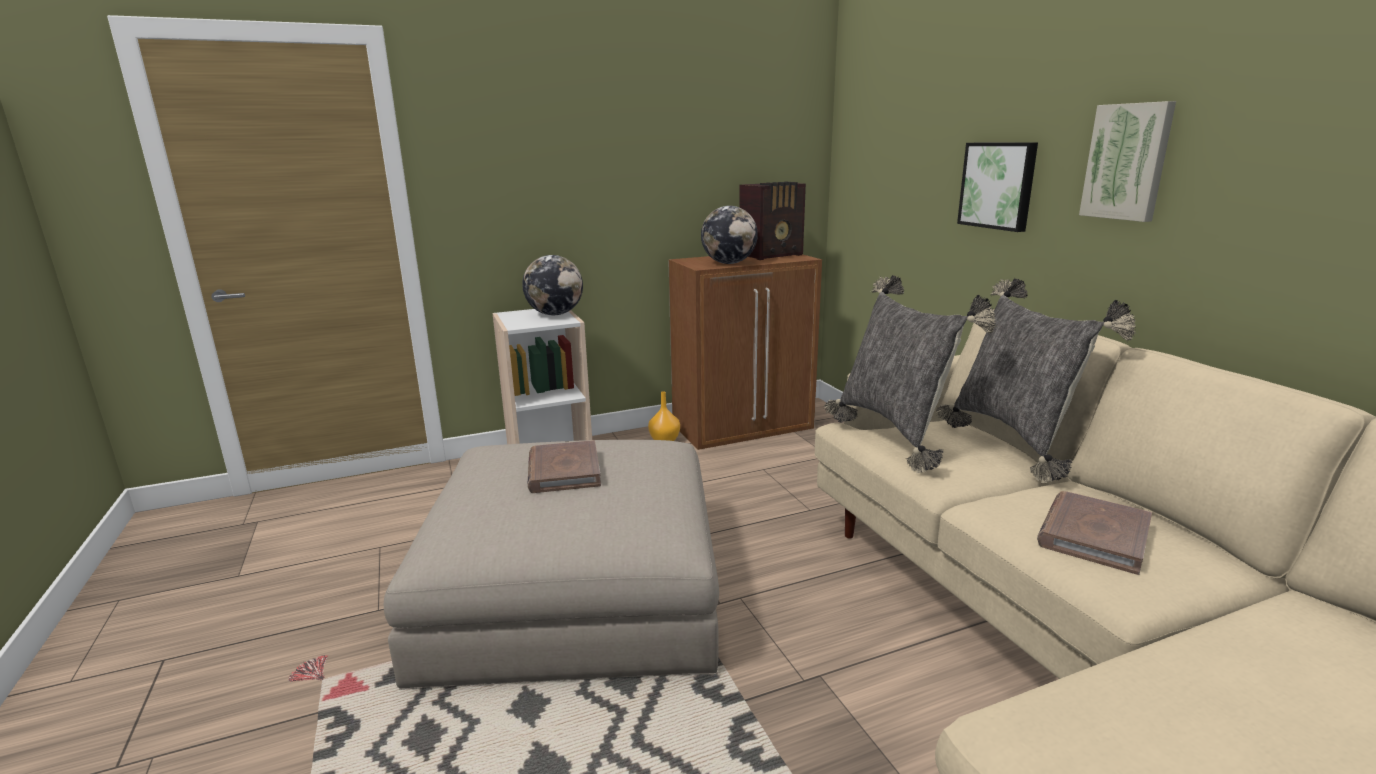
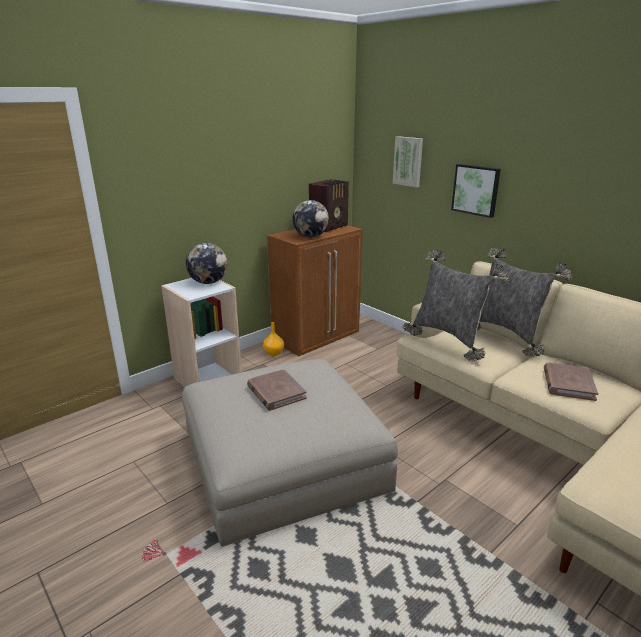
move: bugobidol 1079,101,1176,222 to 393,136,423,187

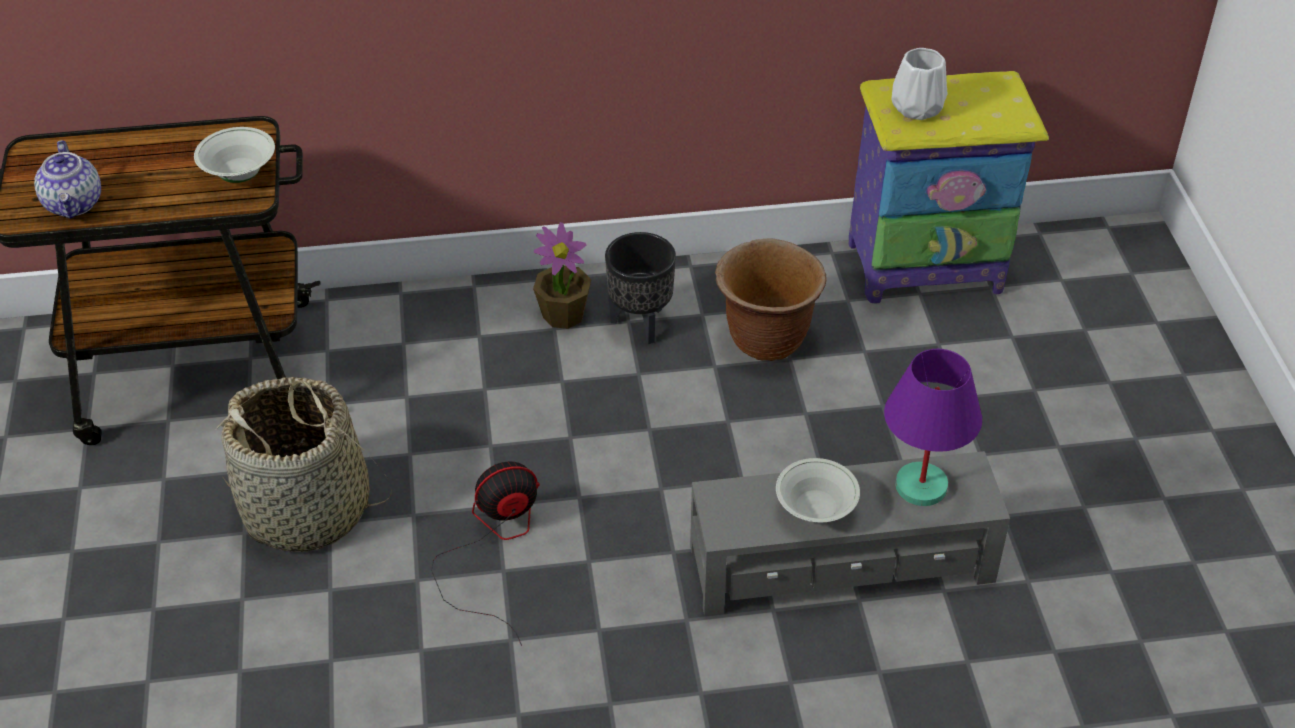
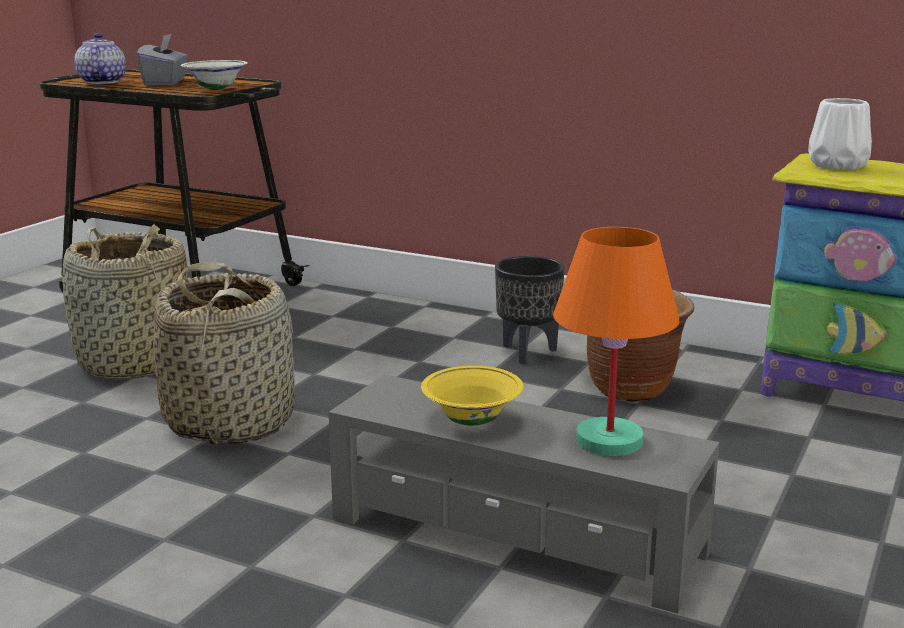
delete: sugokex 533,222,591,329
insert: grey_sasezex 137,33,188,85
replace: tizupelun 431,462,540,646 to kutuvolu 153,261,295,445
recolor: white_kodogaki 776,458,860,523 to yellow_kodogaki 421,365,523,425; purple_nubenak 884,349,982,506 to orange_nubenak 553,227,679,456
rotate: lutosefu 34,140,101,219 = 74,33,126,84 150 degrees clockwise

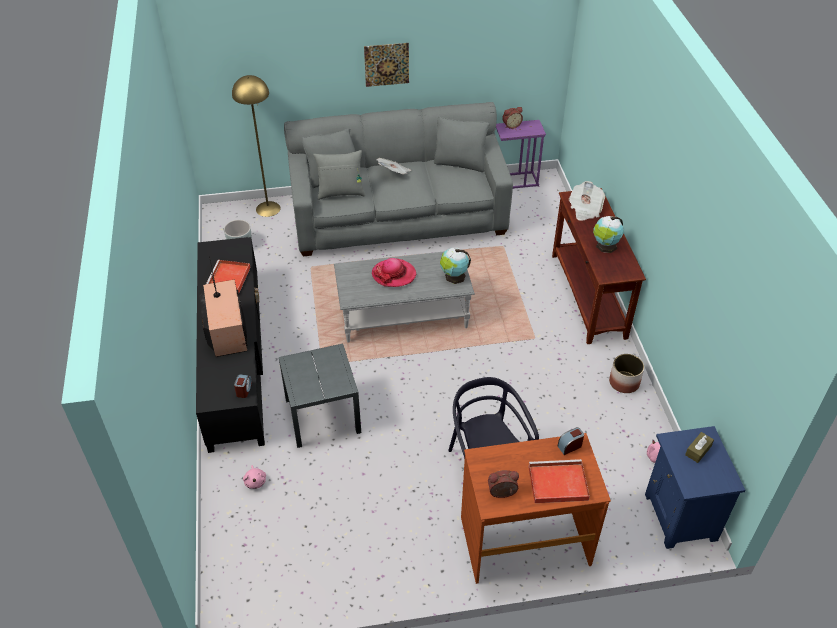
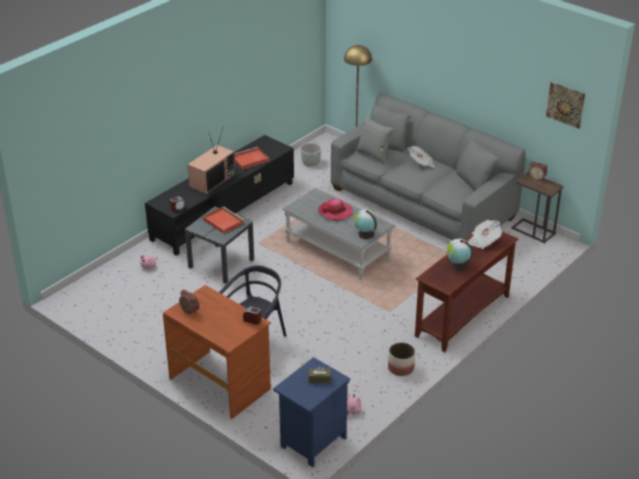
move: bugobidol 364,43,409,87 to 546,82,585,129; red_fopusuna 528,459,590,503 to 203,206,244,234
recolor: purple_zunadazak 496,120,546,189 to brown_zunadazak 511,172,564,243

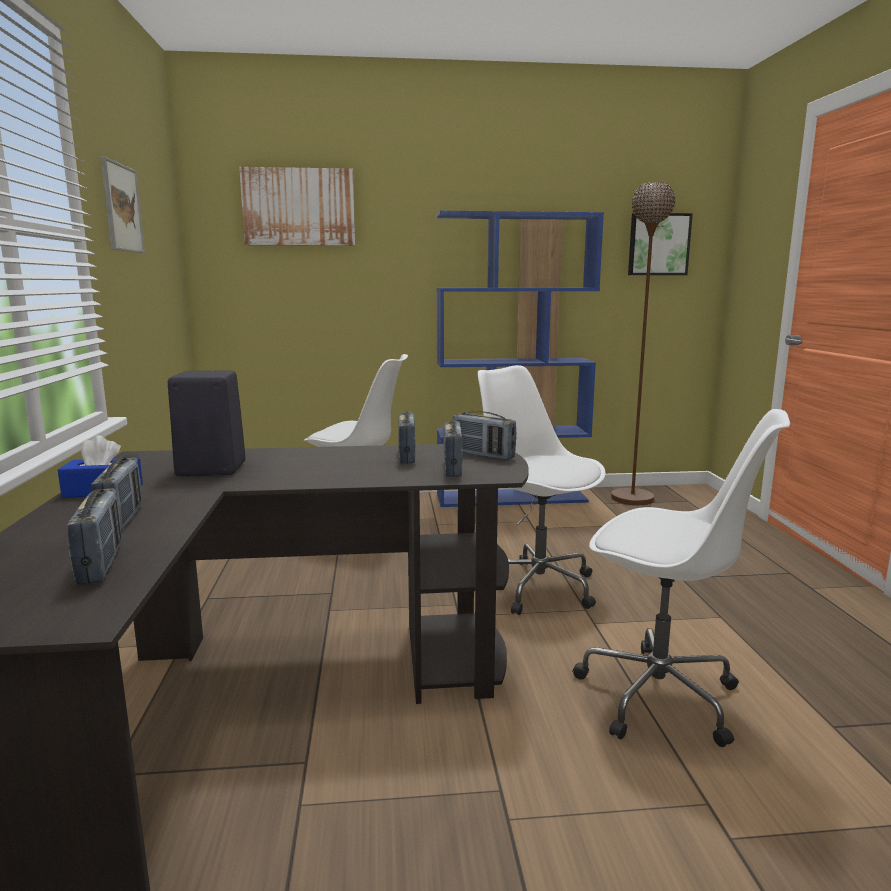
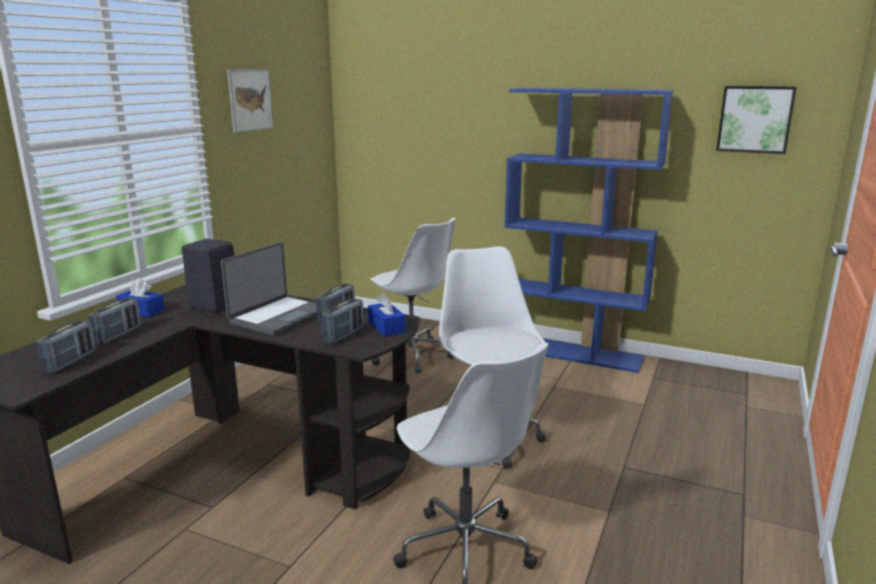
delete: bugobidol 239,167,355,246; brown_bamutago 611,182,675,505
insert: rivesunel 221,242,317,336
replace: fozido 453,411,516,460 to blue_sasezex 368,293,406,337

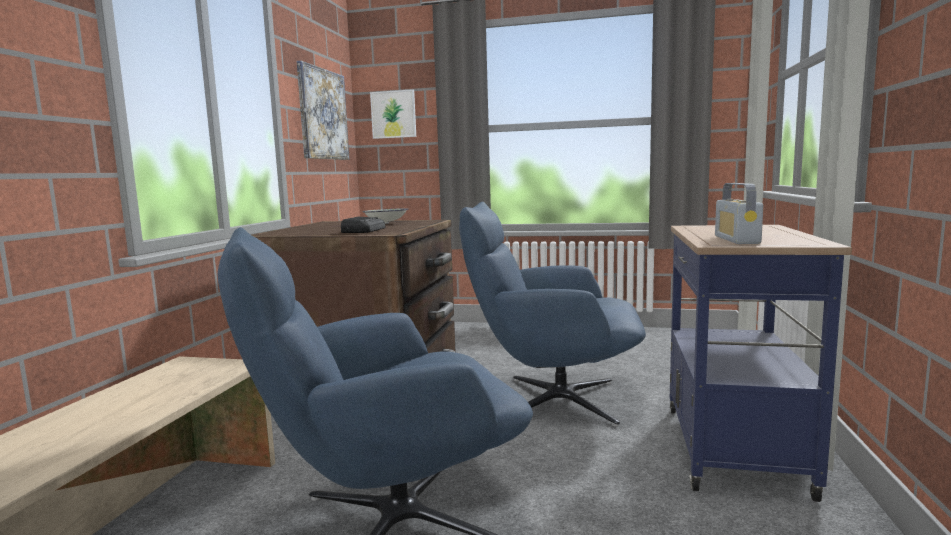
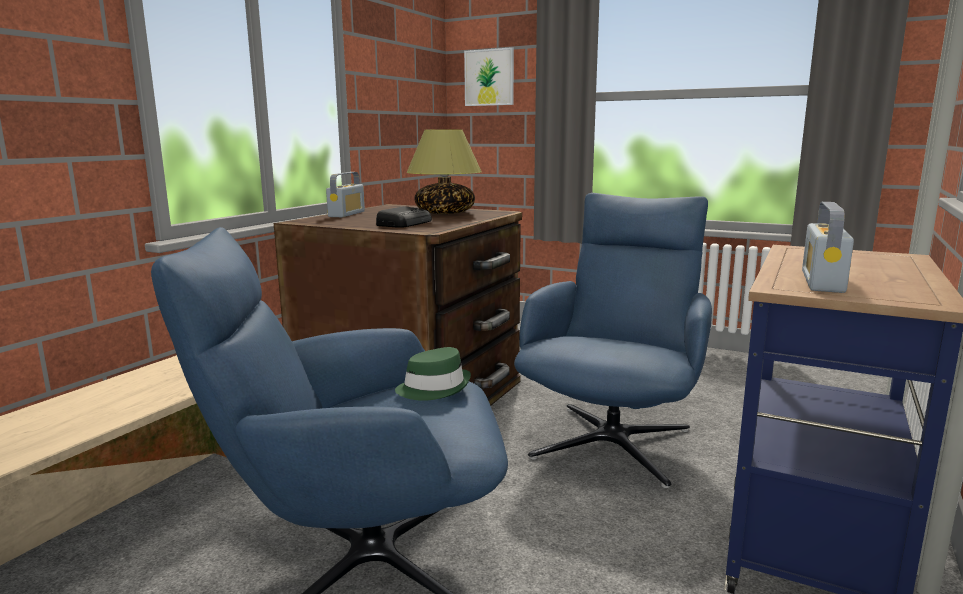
delete: bugobidol 297,61,349,160
insert: fozido 326,172,365,217; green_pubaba 395,347,471,401
replace: kodogaki 362,208,408,224 to nubenak 406,129,482,214
rotate: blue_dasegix 459,202,646,426 = 514,193,712,488 90 degrees clockwise

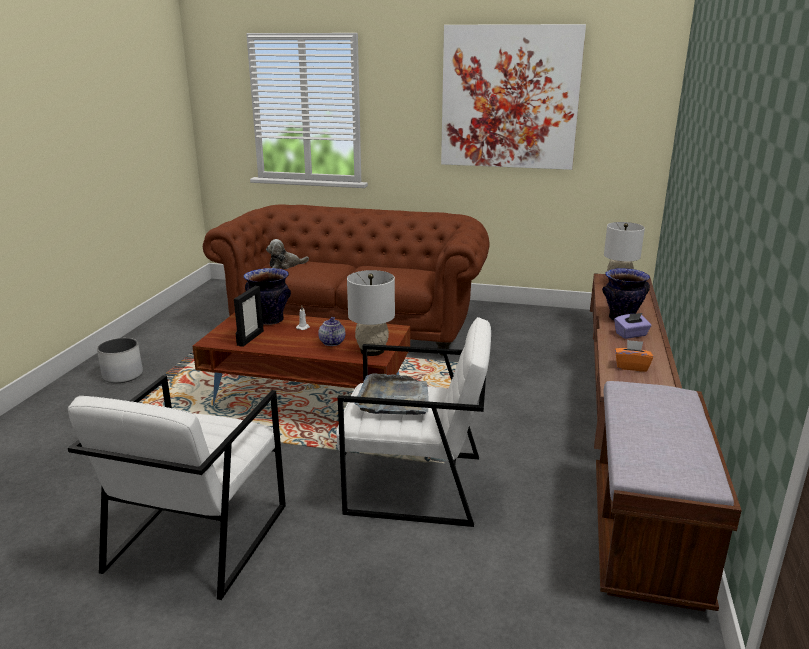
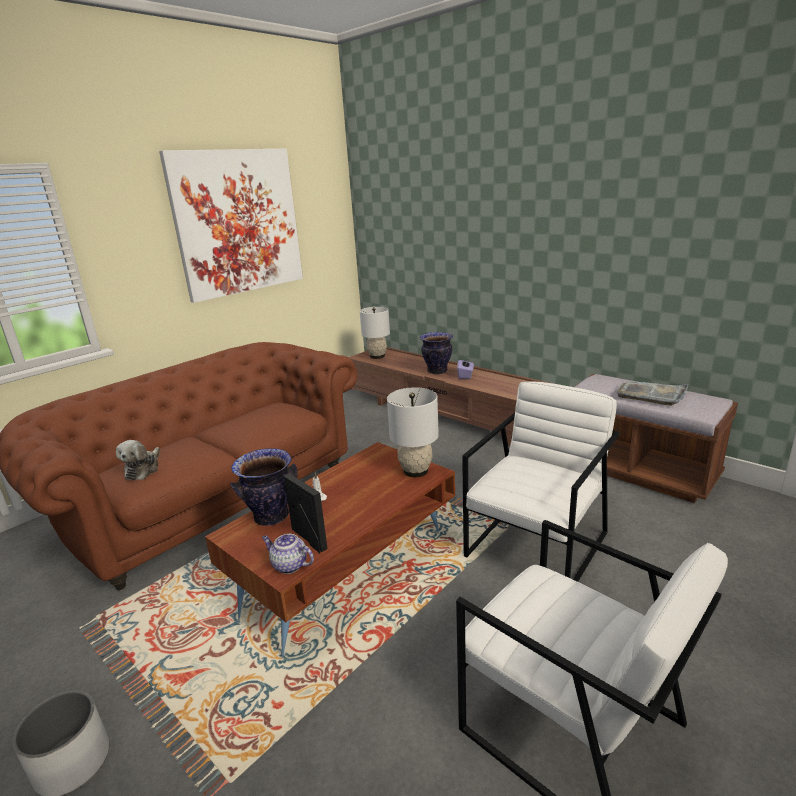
delete: orange_sasezex 615,340,653,372
move: lutosefu 318,317,345,346 to 262,534,314,574; grey_fopusuna 354,373,429,415 to 615,381,689,406

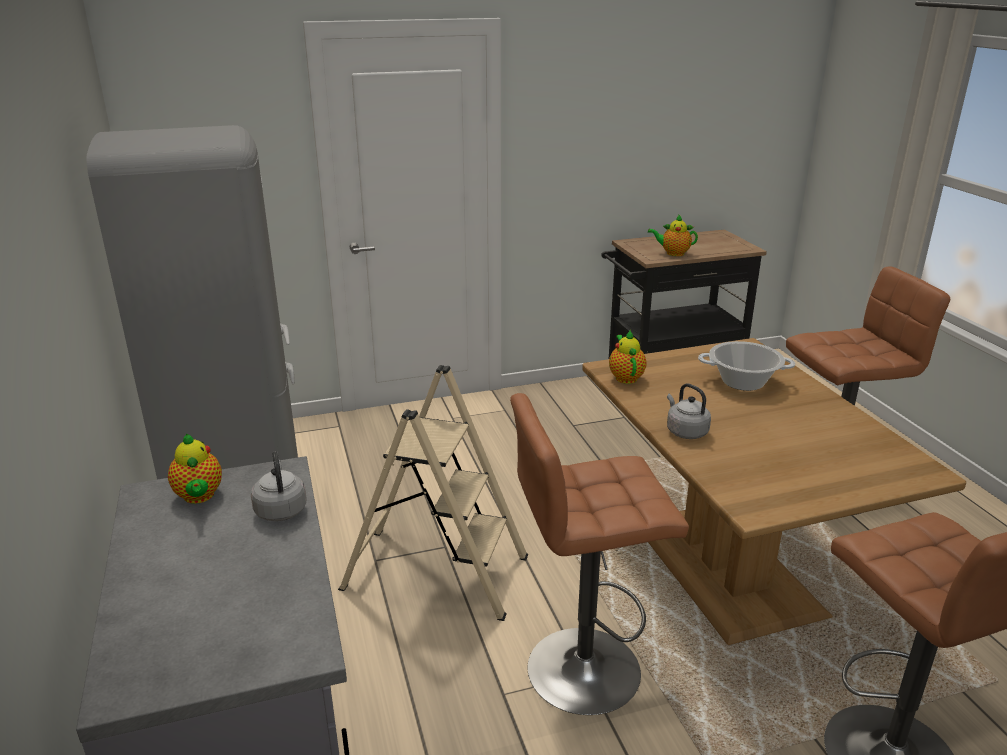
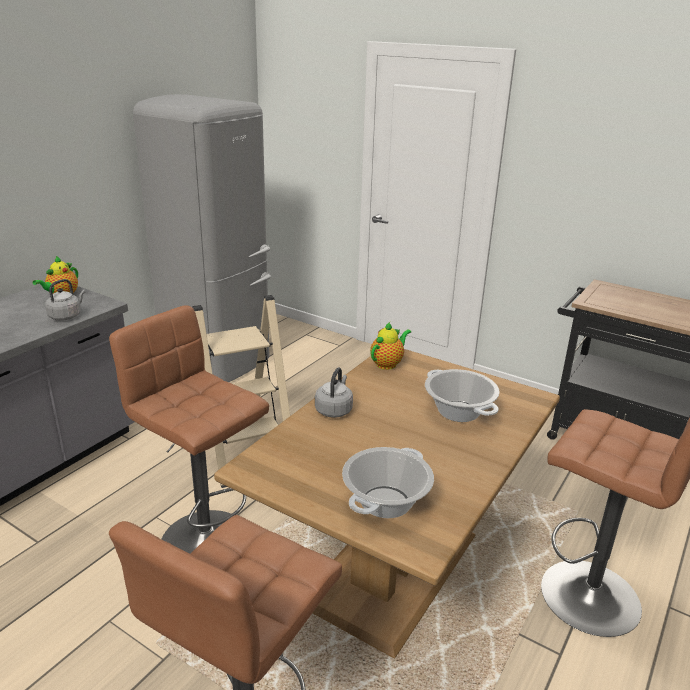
delete: lutosefu 648,214,698,256
insert: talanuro 342,447,434,518

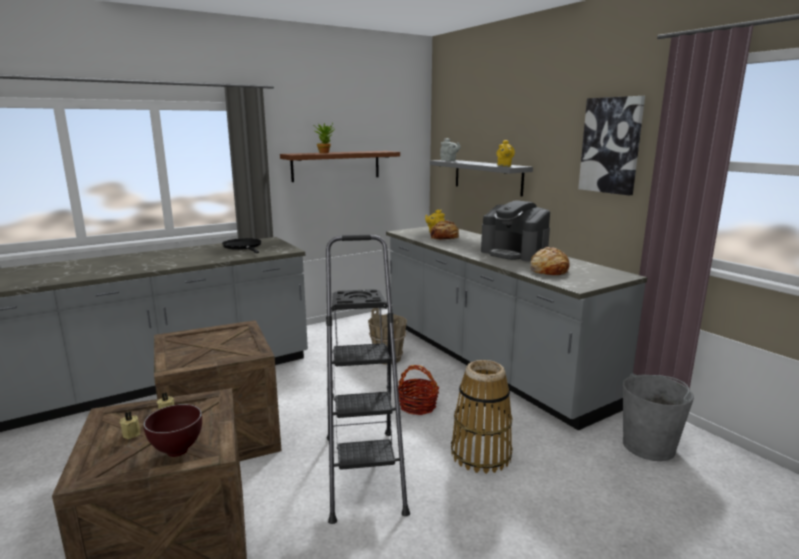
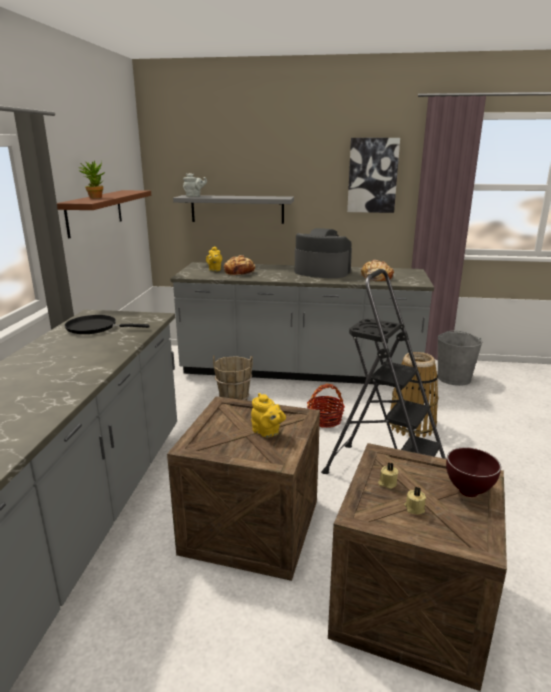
move: yellow_lutosefu 496,140,515,167 to 251,393,286,438
rotate: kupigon 481,201,550,262 = 295,228,352,278 150 degrees counterclockwise

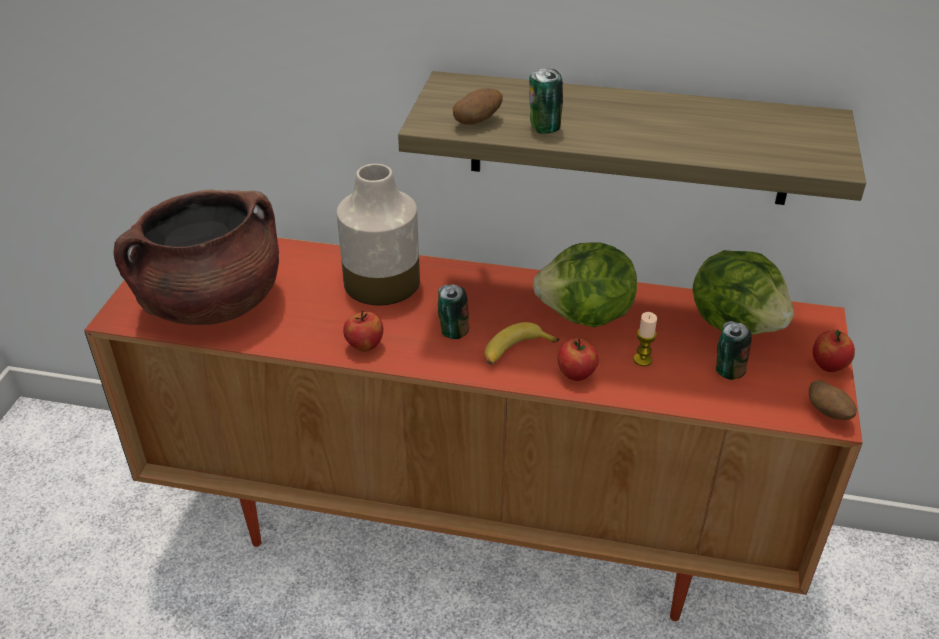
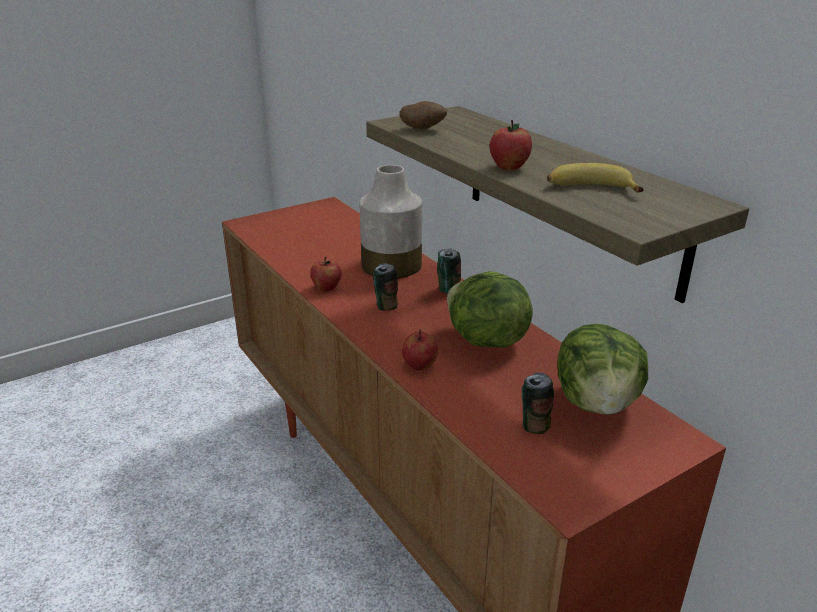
delete: brown_talanuro 113,190,279,325; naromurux 633,312,657,366; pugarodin 809,380,857,420
move: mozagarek 485,322,559,365 to 547,163,644,193; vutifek 529,68,563,134 to 437,249,461,293; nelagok 813,330,855,372 to 490,120,532,170

